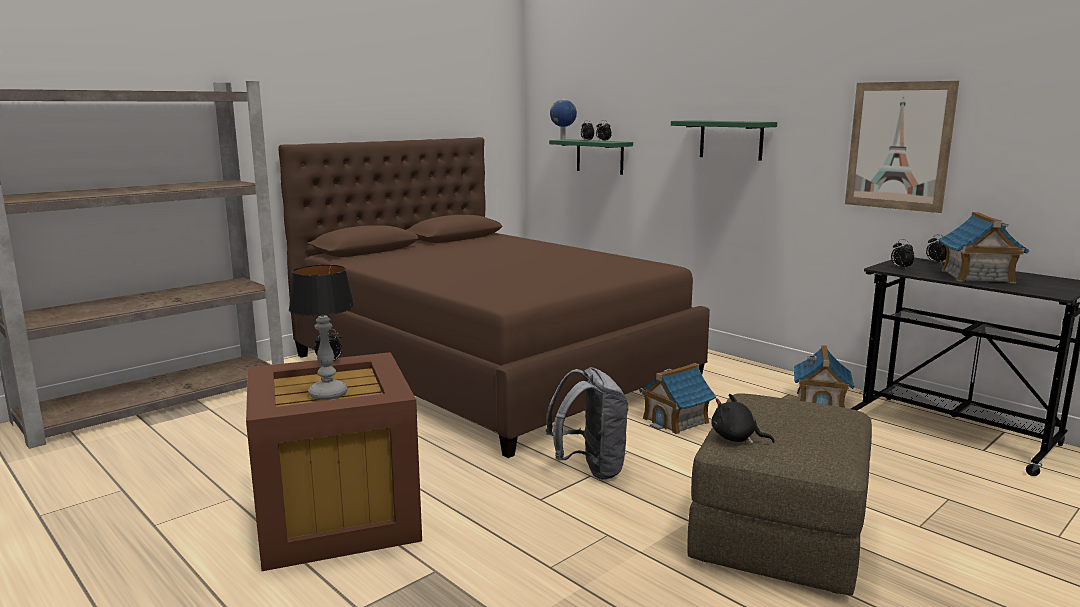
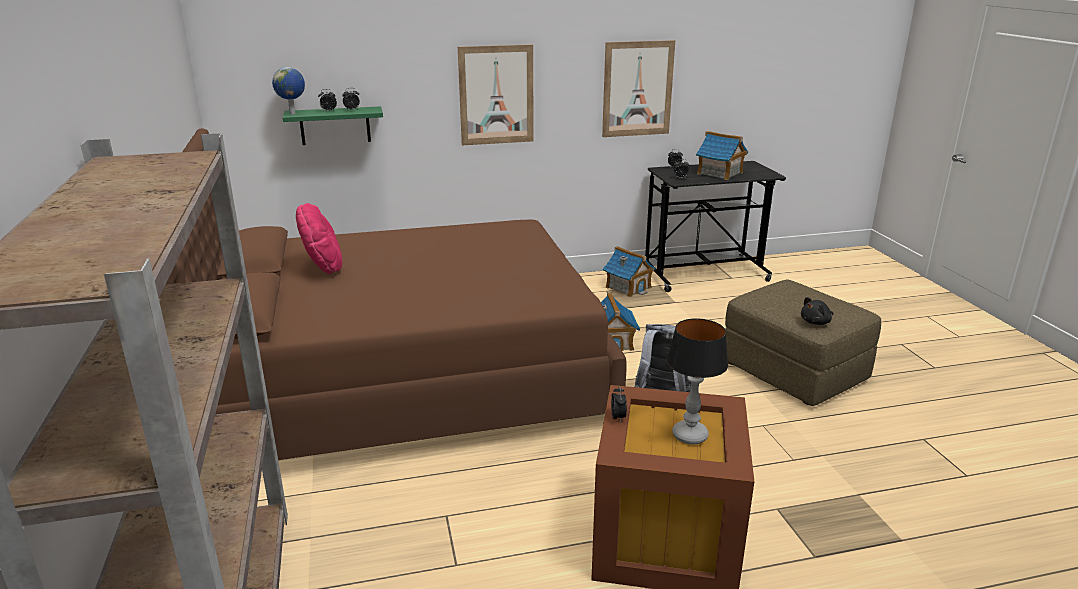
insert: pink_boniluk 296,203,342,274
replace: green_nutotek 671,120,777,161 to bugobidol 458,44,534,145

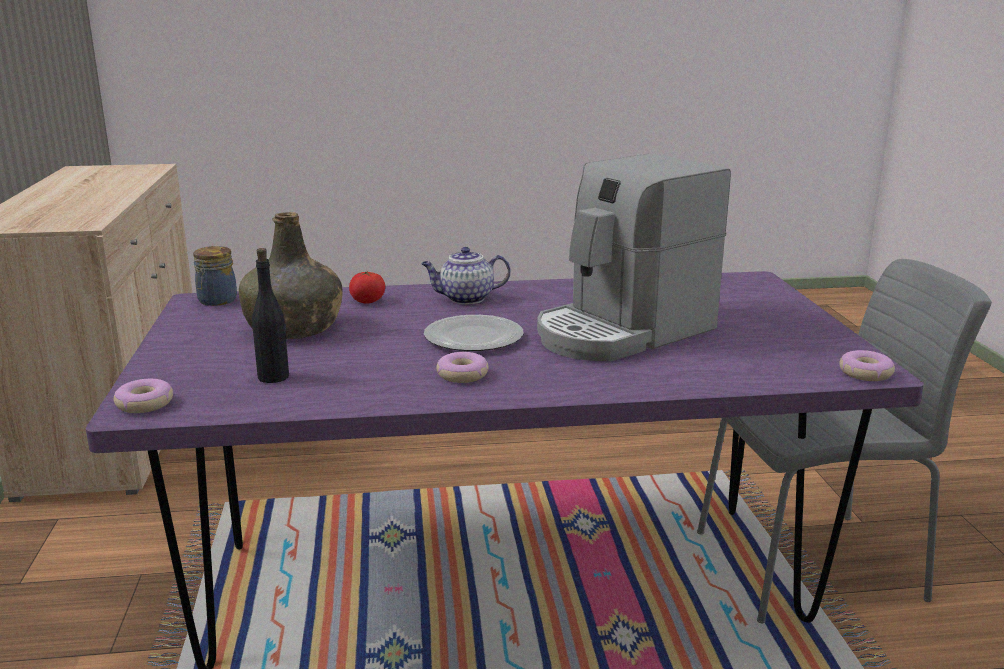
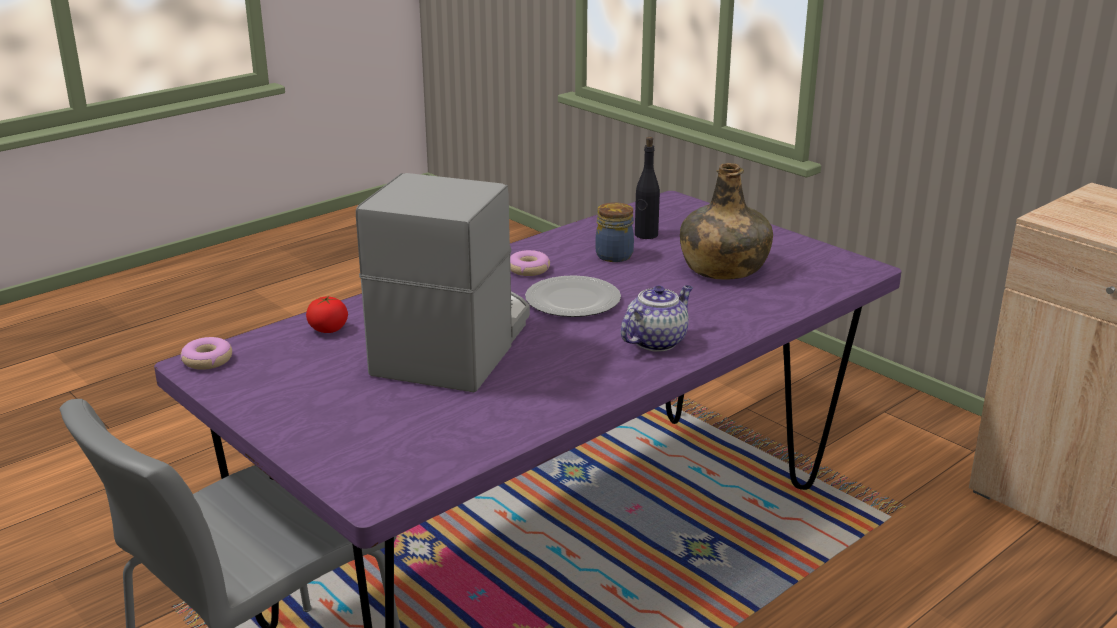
delete: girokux 114,379,173,413
move: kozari 193,246,237,306 to 595,202,634,262; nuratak 349,271,385,304 to 306,296,348,333

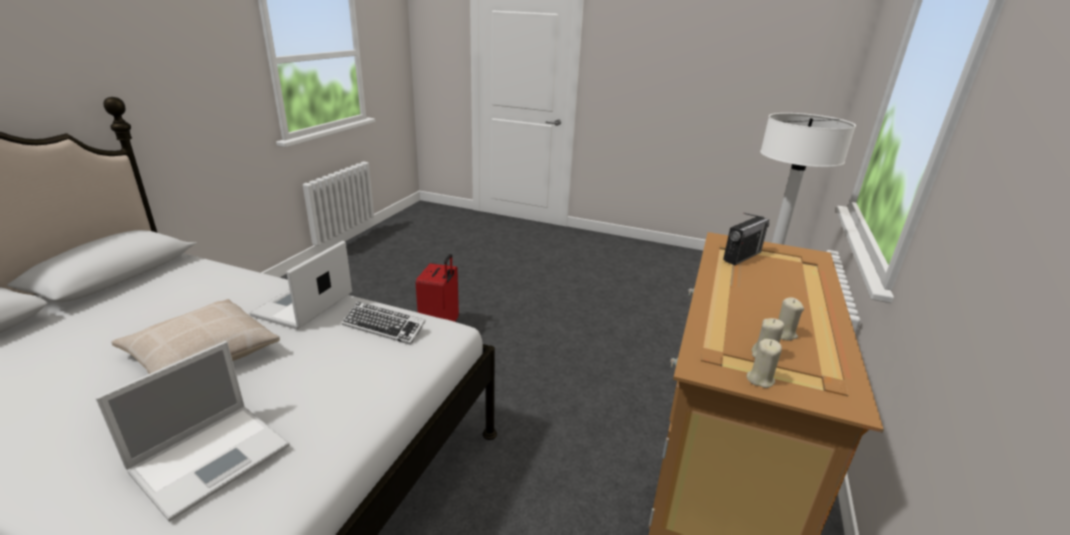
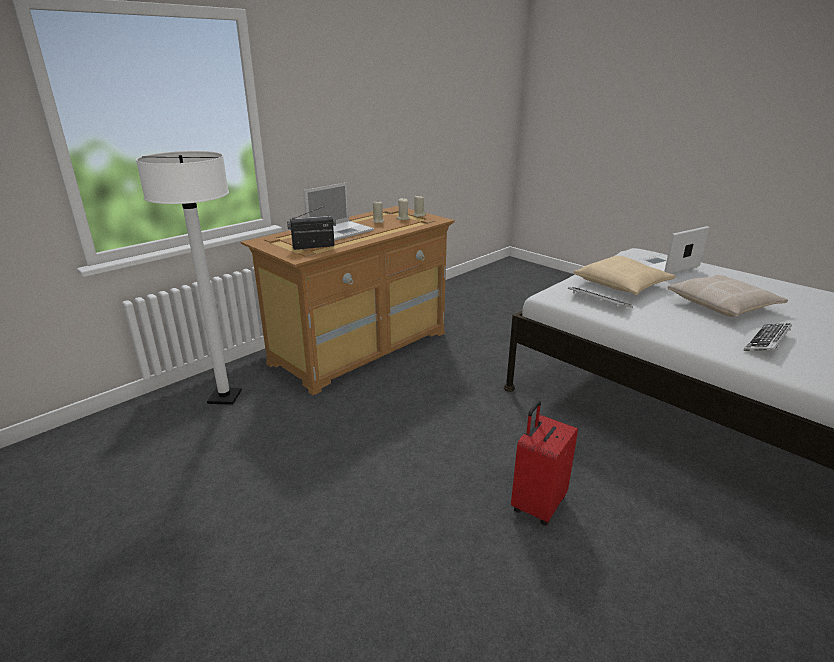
insert: beige_boniluk 574,256,676,295; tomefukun 744,323,792,351
move: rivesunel 249,241,352,330 to 303,182,374,241

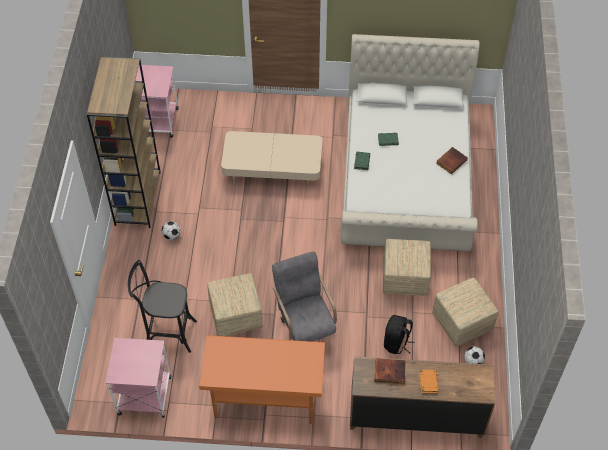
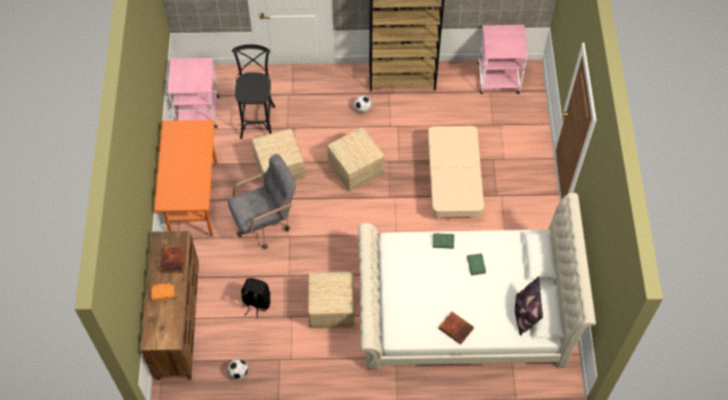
insert: boniluk 515,276,543,336
move: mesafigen 432,278,498,347 to 327,127,384,191

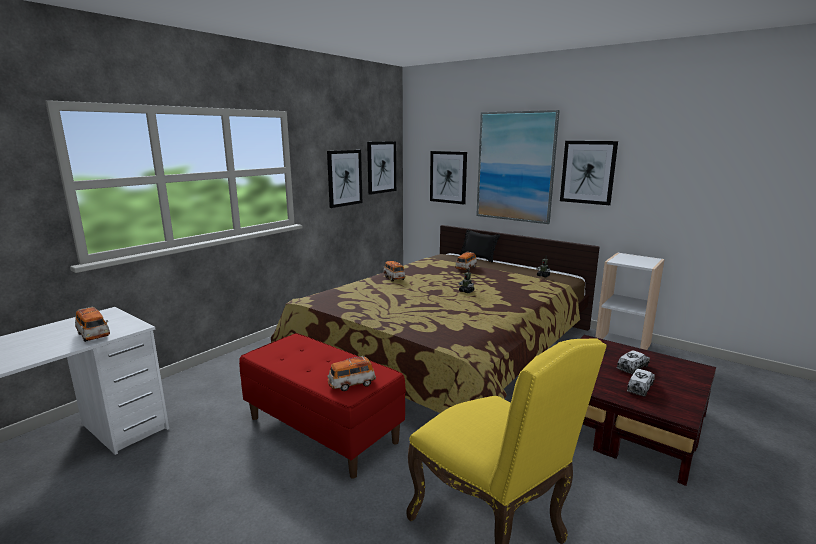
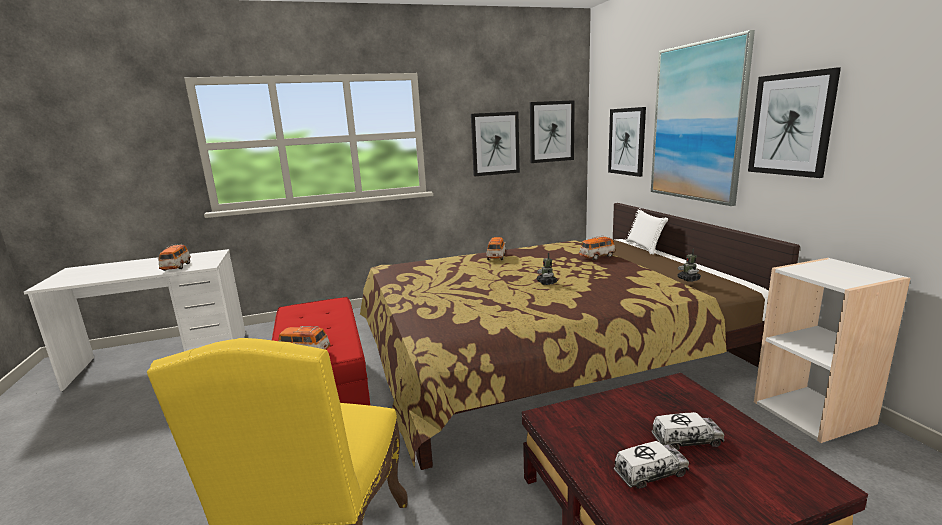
recolor: black_boniluk 460,229,500,262 to white_boniluk 625,208,668,255

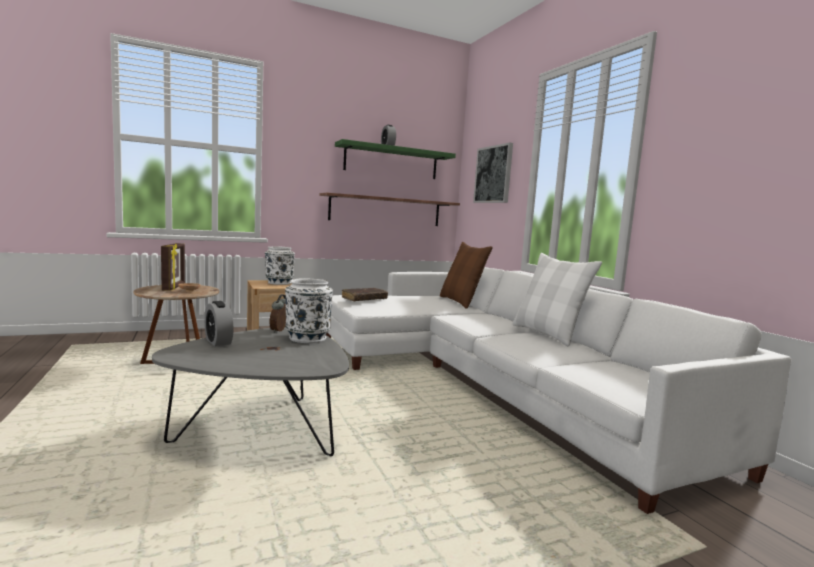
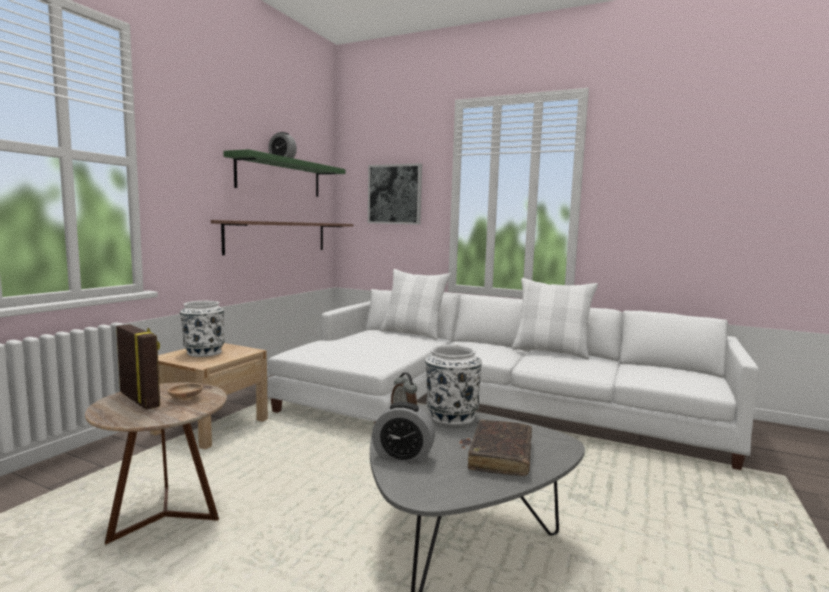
move: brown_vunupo 342,288,388,301 to 468,420,532,476
recolor: brown_boniluk 440,242,493,309 to white_boniluk 380,269,451,340

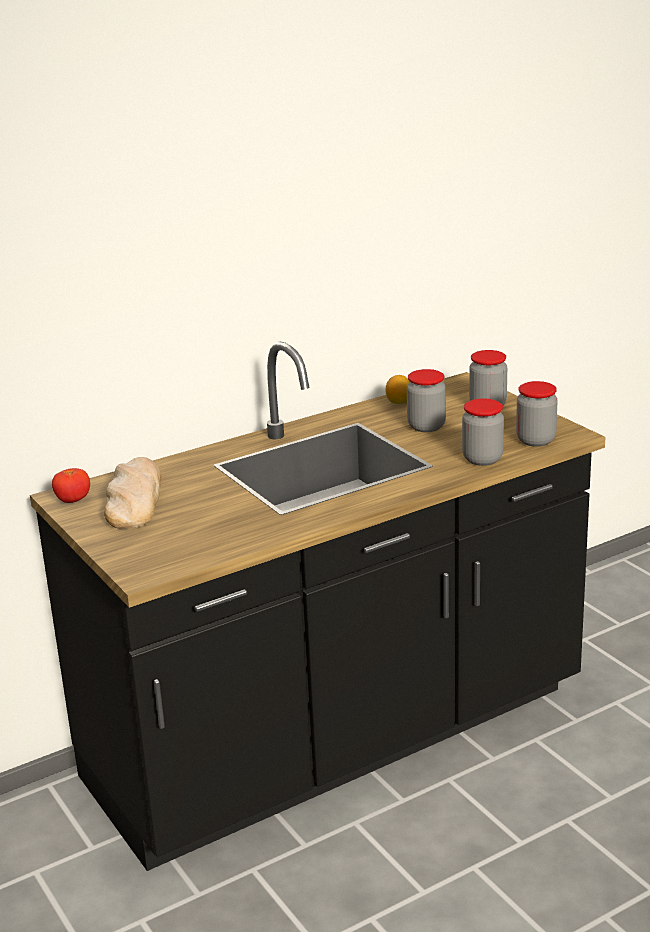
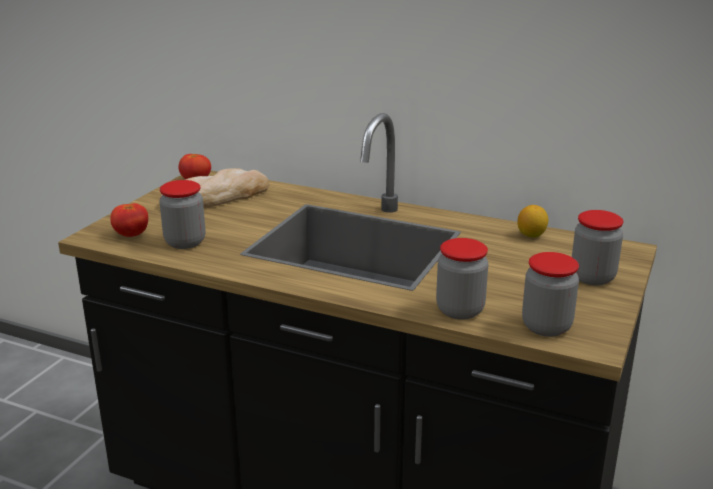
insert: nuratak 110,203,148,237
move: kozari 407,369,446,432 to 159,180,206,249

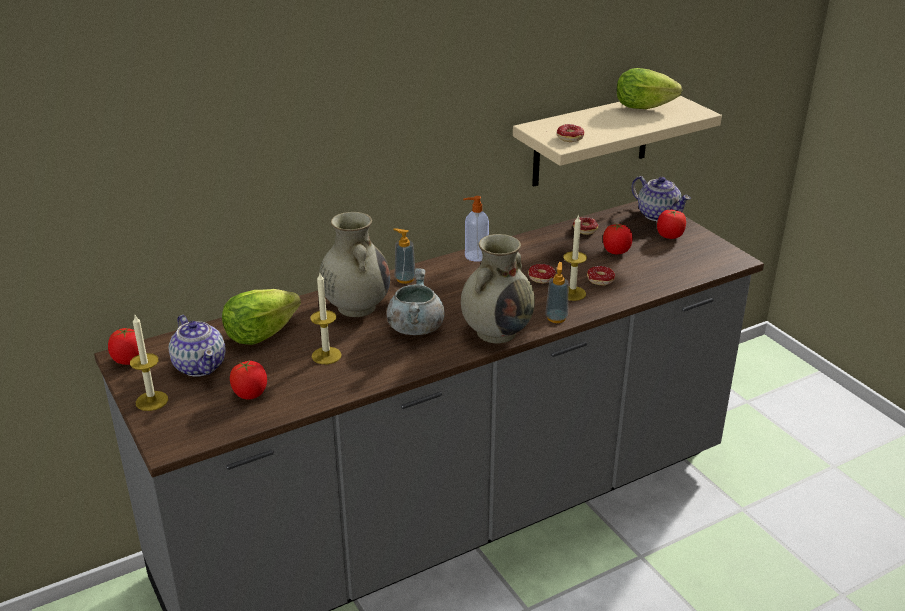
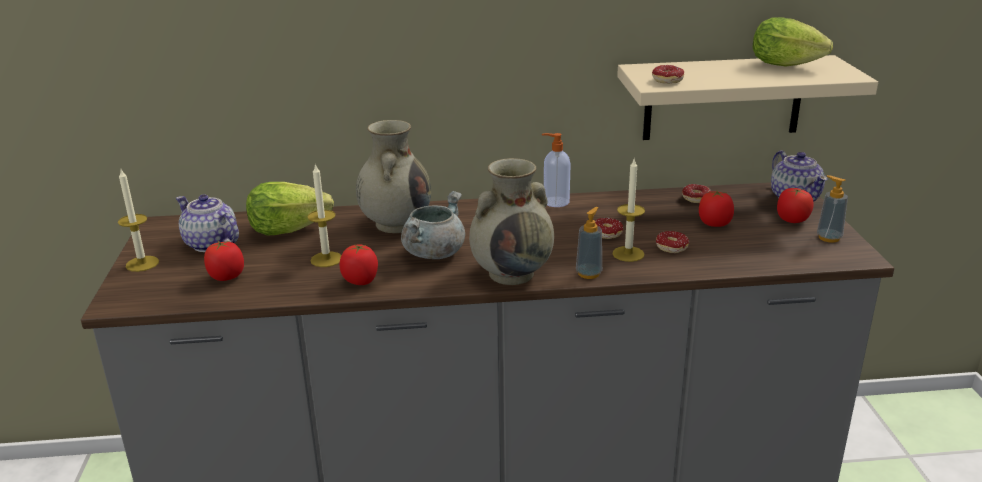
move: nuratak 108,327,139,365 to 340,244,378,285; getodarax 393,228,415,284 to 817,175,848,243
rotate: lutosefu 169,315,226,377 = 176,195,239,252 135 degrees clockwise

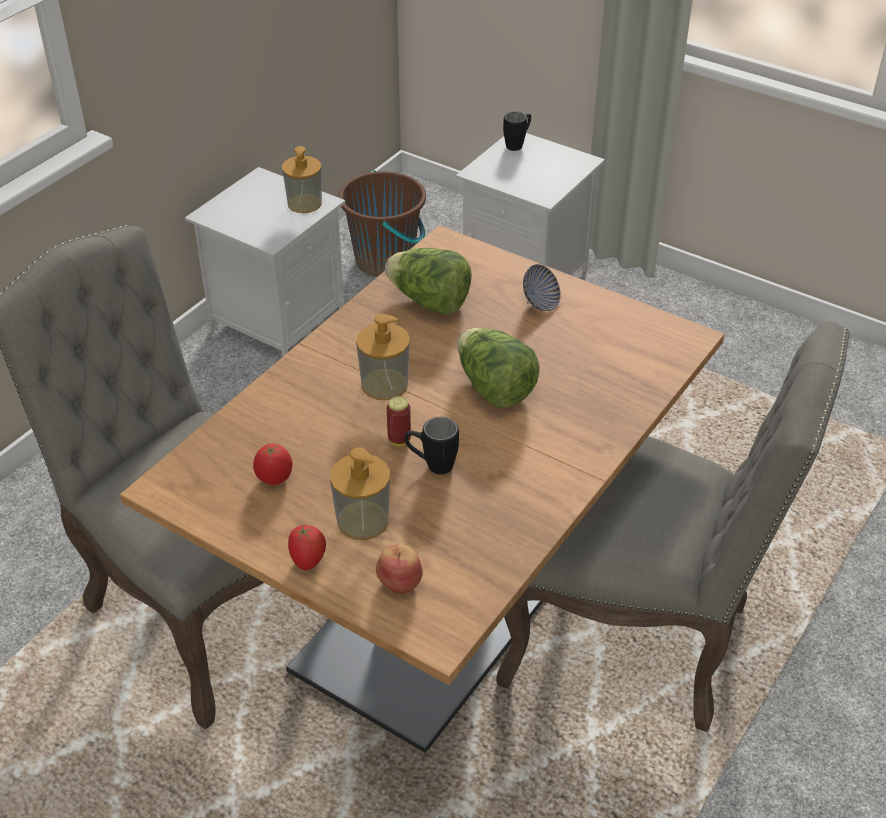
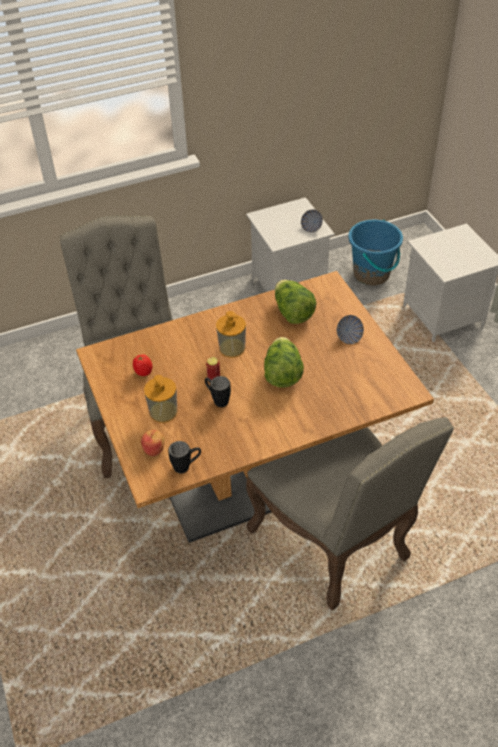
delete: nuratak 288,524,326,570
move: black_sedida 503,111,531,151 to 168,441,201,474
replace: getodarax 282,146,322,213 to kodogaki 301,209,323,232
recolor: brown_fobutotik 338,170,426,277 to blue_fobutotik 348,219,403,286

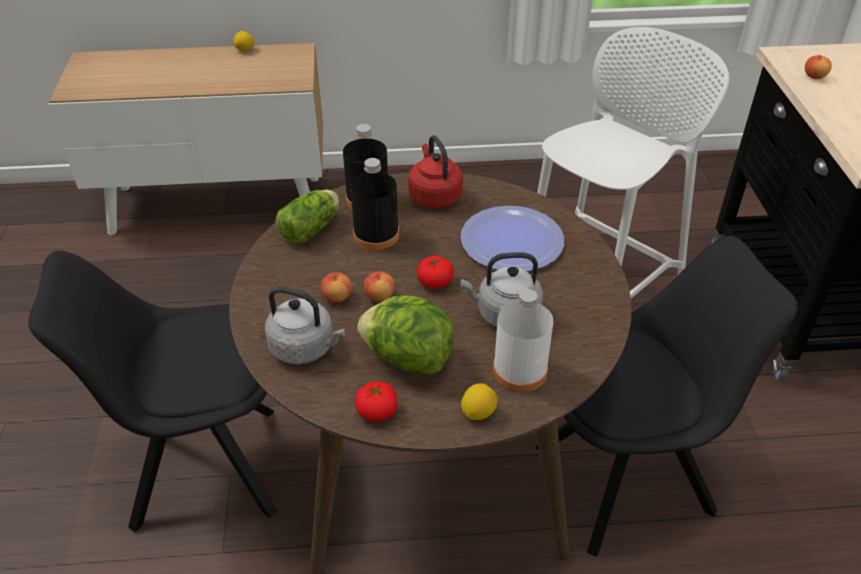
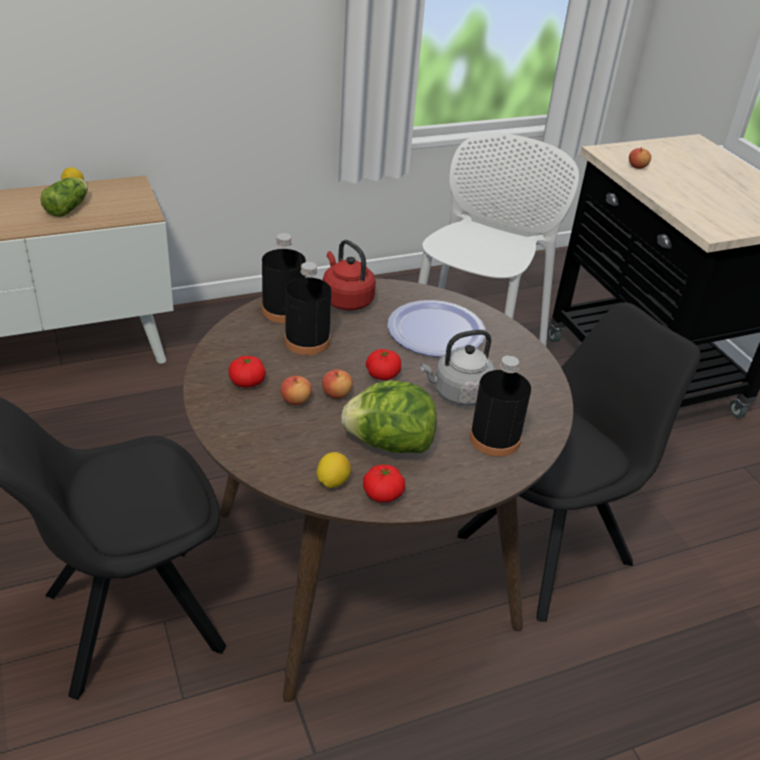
delete: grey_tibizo 265,287,345,364
insert: nuratak 229,356,266,388
move: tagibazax 275,189,339,243 to 40,178,88,217; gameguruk 461,383,497,420 to 317,452,351,488
recolor: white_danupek 493,289,554,392 to black_danupek 469,355,531,457

